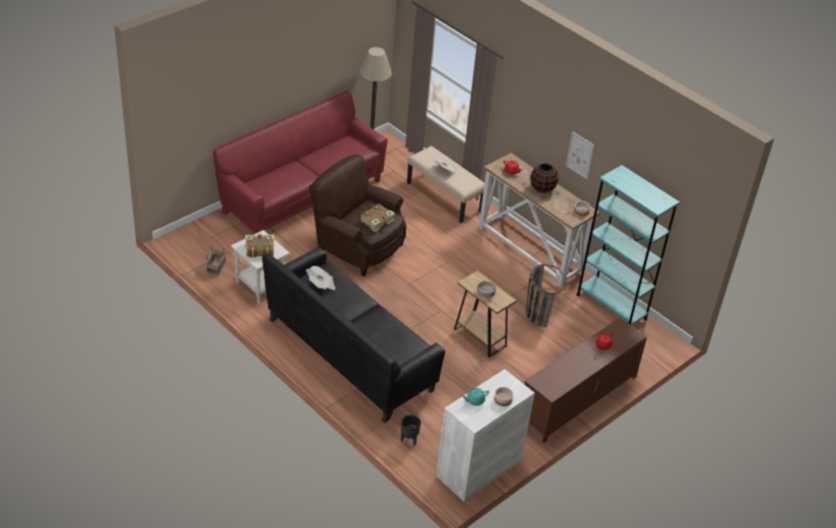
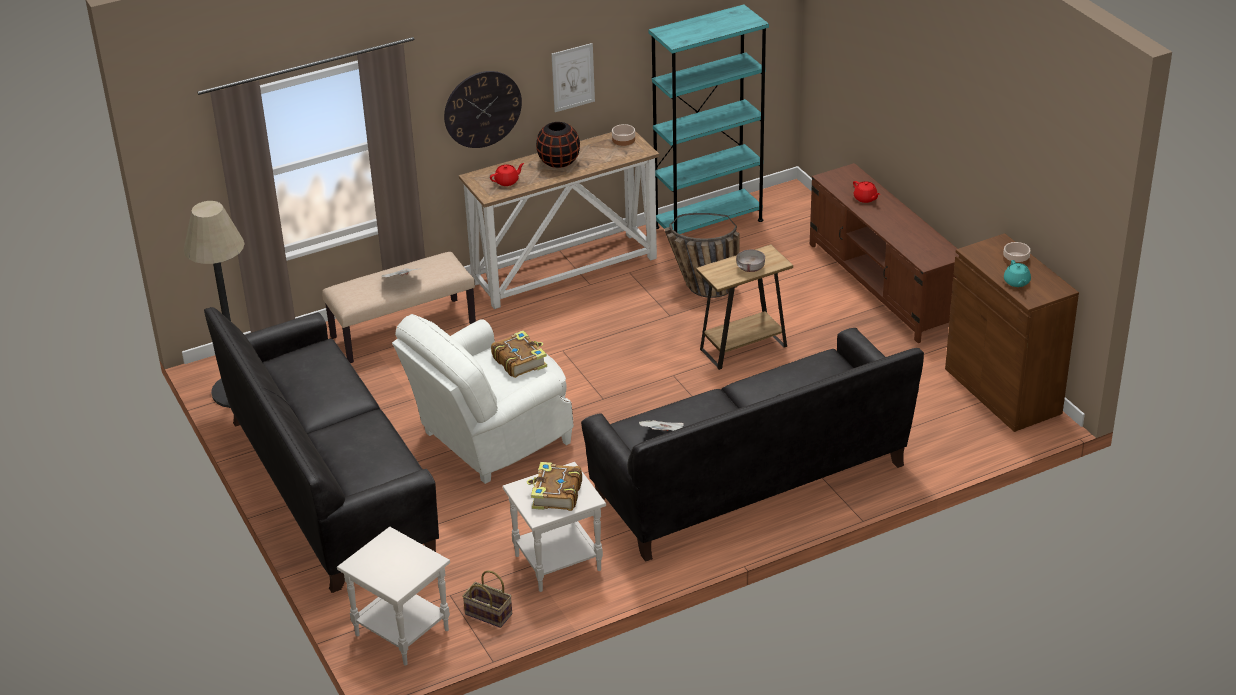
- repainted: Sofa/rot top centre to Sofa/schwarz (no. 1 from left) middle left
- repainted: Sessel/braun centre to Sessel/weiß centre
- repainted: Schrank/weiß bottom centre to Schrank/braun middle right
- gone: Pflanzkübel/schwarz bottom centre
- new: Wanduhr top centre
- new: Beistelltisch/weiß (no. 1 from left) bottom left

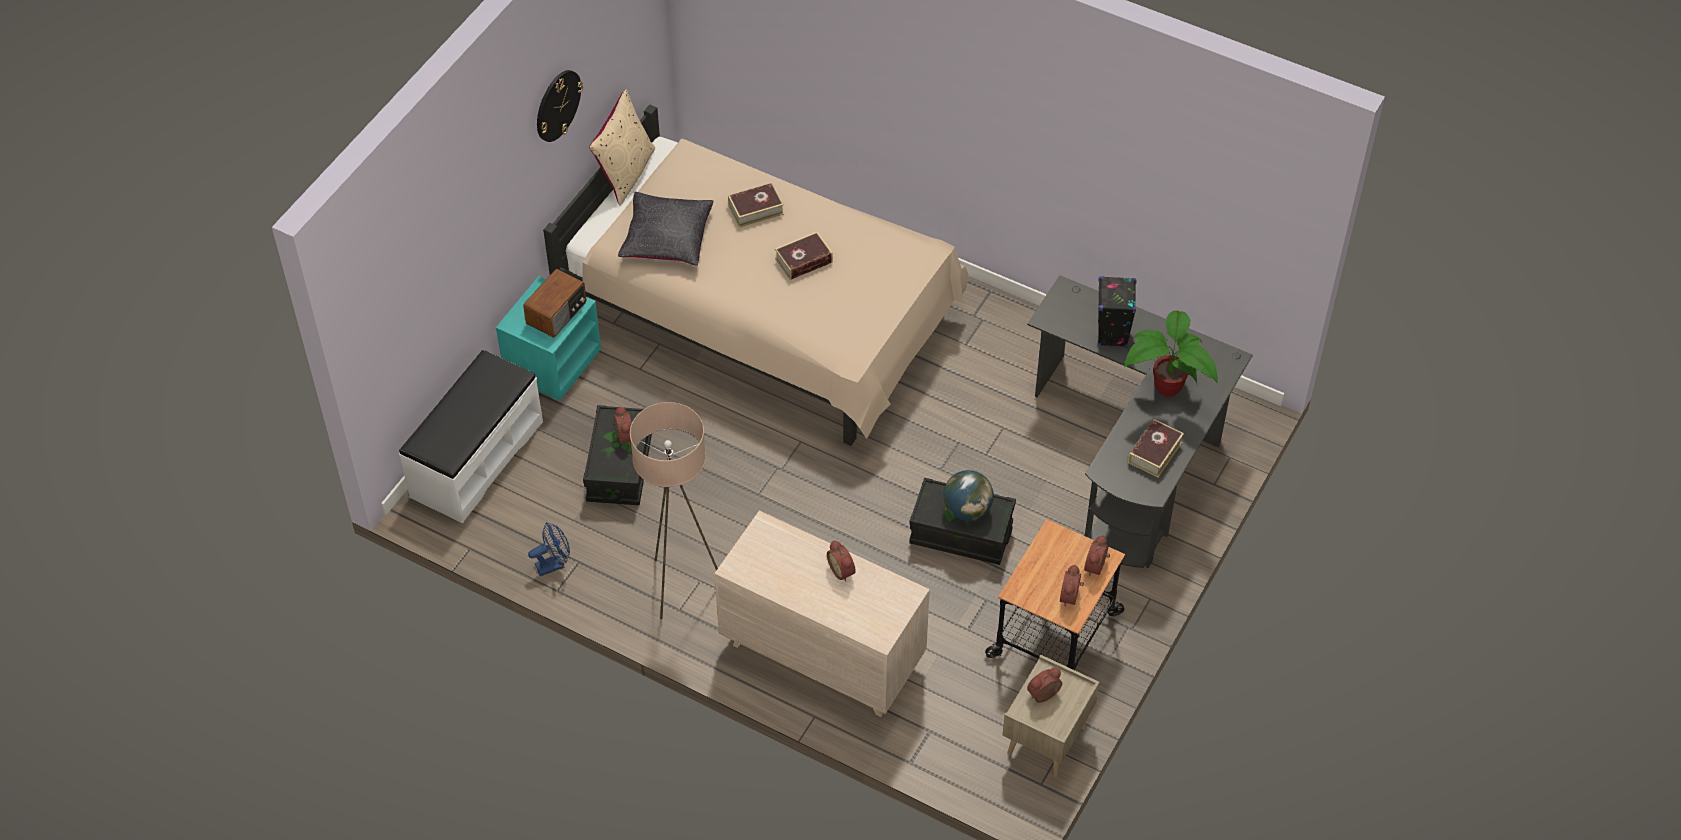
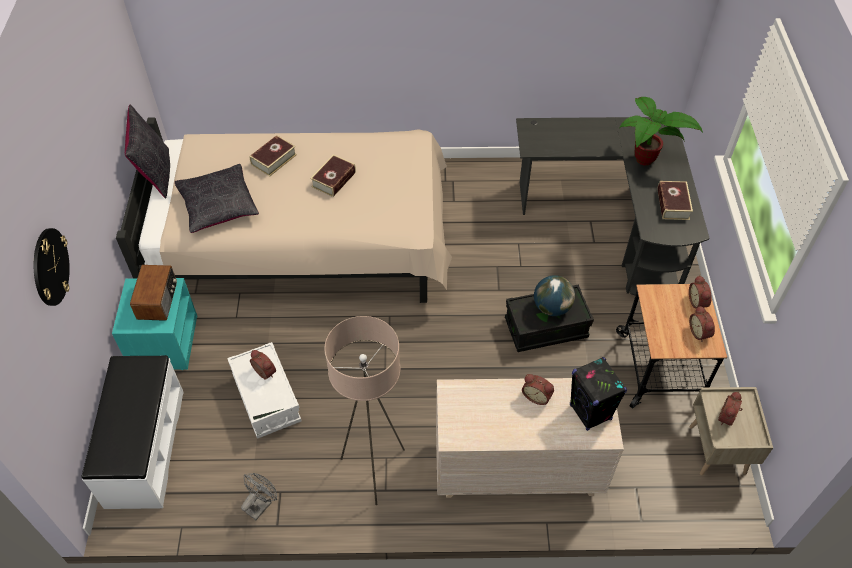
- shifted: Wanduhr top left to middle left
- repainted: Kissen/beige top centre to Kissen/schwarz (no. 1 from left) top left
- shifted: Lautsprecher/schwarz centre to bottom right
- repainted: Aufbewahrungsbox/schwarz (no. 1 from left) centre to Aufbewahrungsbox/weiß bottom left
- repainted: Ventilator/blau middle left to Ventilator/grau bottom left

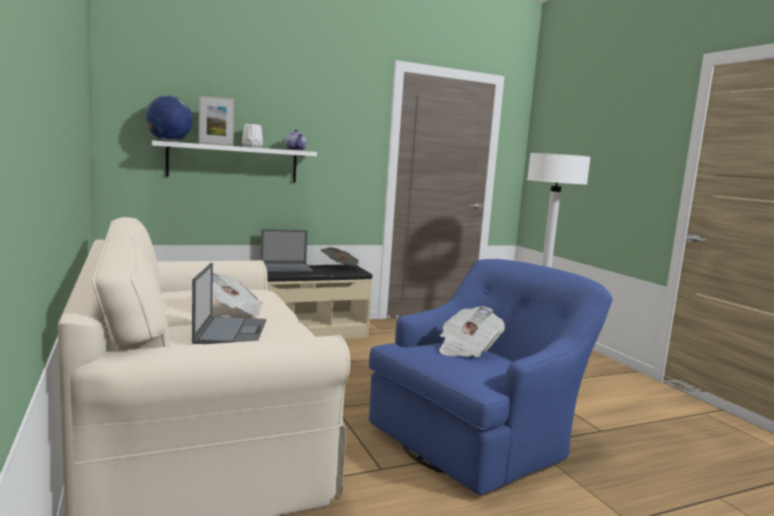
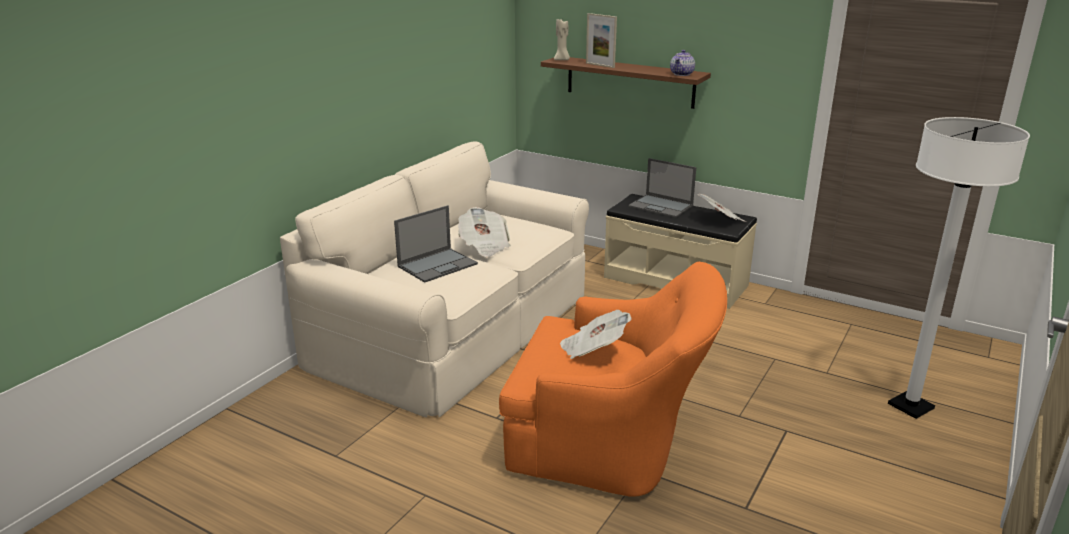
- swapped: Globus top left to Kerze/beige top centre
- gone: Vase/weiß top left
- repainted: Wandregal/weiß top left to Wandregal/braun top centre
- repainted: Sessel/blau bottom centre to Sessel/orange bottom centre

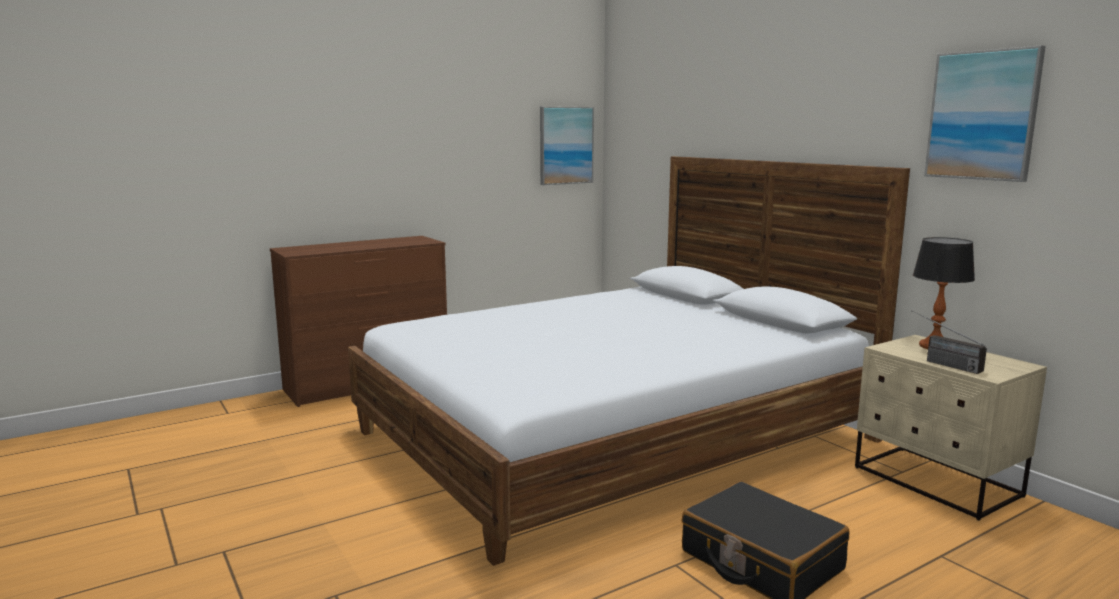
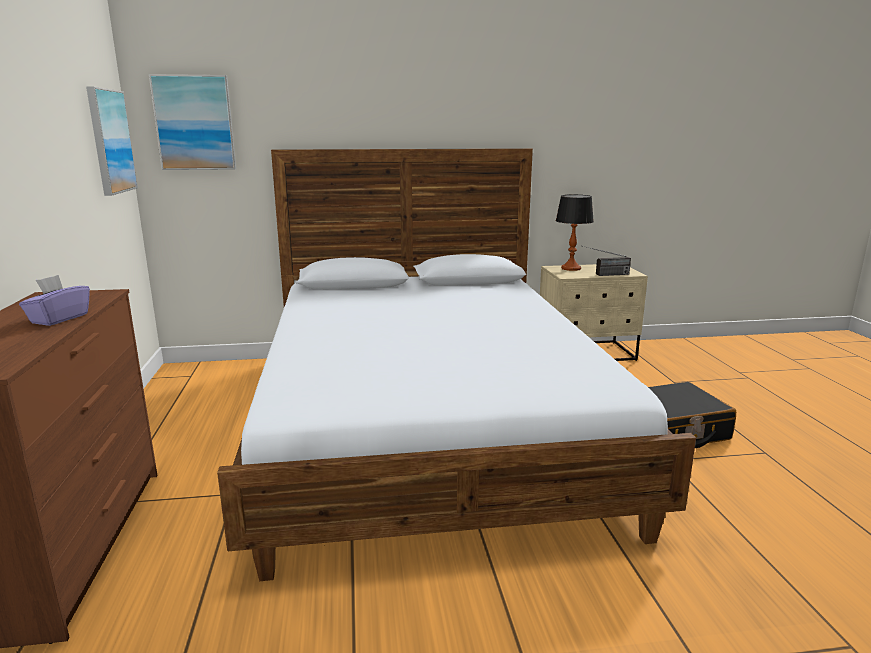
- shifted: Bild (no. 2 from left) top right to top left
- new: Taschentuchbox/lila middle left

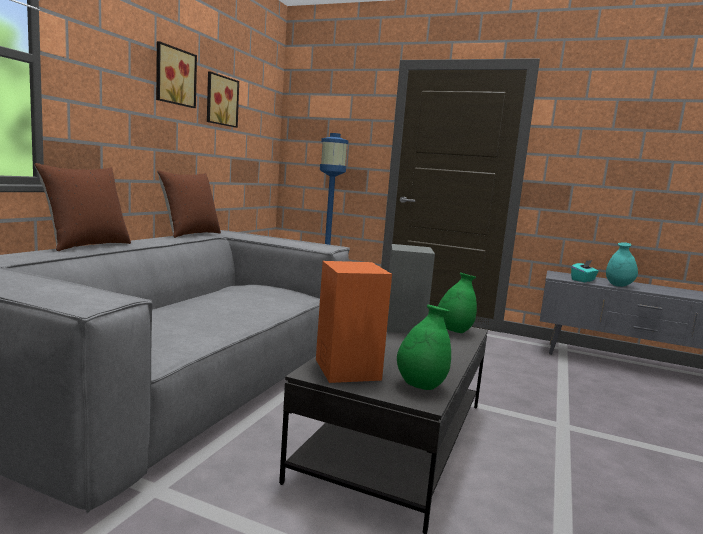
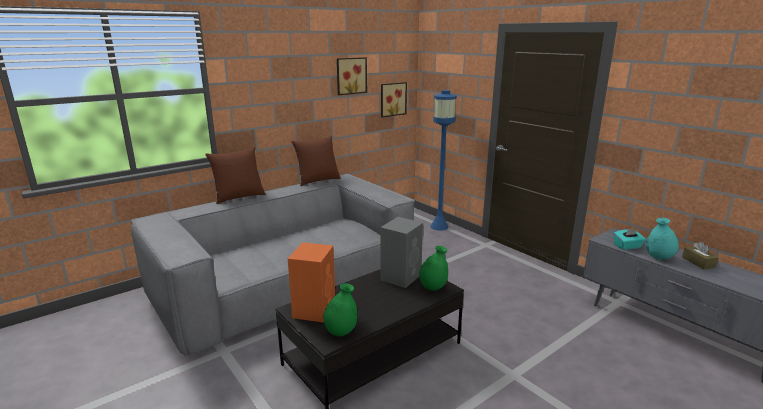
- shifted: Bild (no. 1 from left in the first image) top left to Bild (no. 2 from left) top centre
- new: Taschentuchbox/braun middle right

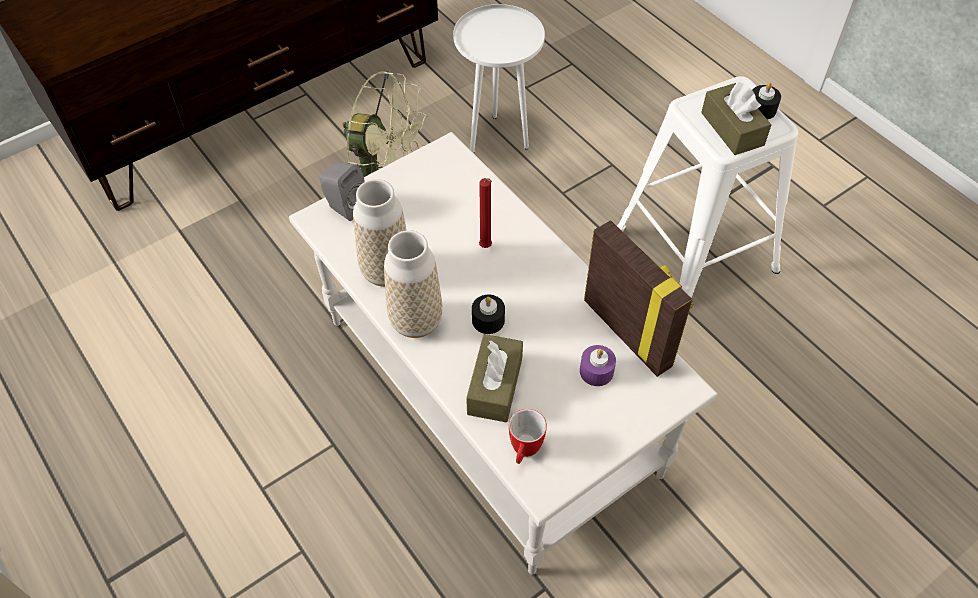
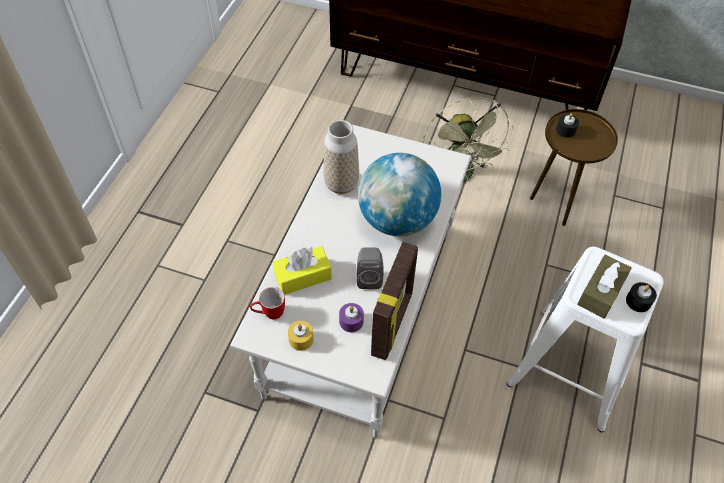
- repainted: Beistelltisch/weiß top centre to Beistelltisch/braun middle right
- shifted: Lautsprecher/grau top centre to centre
- swapped: Kerze/rot centre to Globus centre
- gone: Vase (no. 2 from left) centre
- shifted: Kerze/schwarz (no. 1 from left) centre to top right
- repainted: Taschentuchbox/braun (no. 1 from left) centre to Taschentuchbox/gelb centre
- new: Kerze/gelb bottom centre

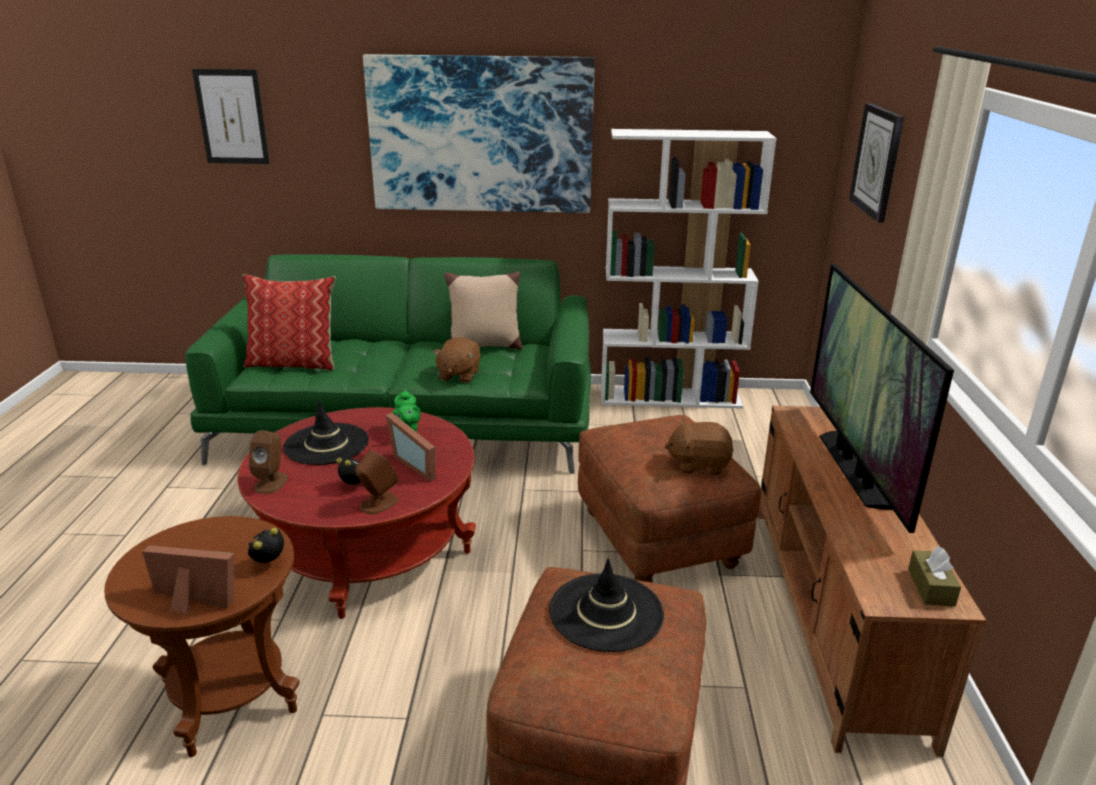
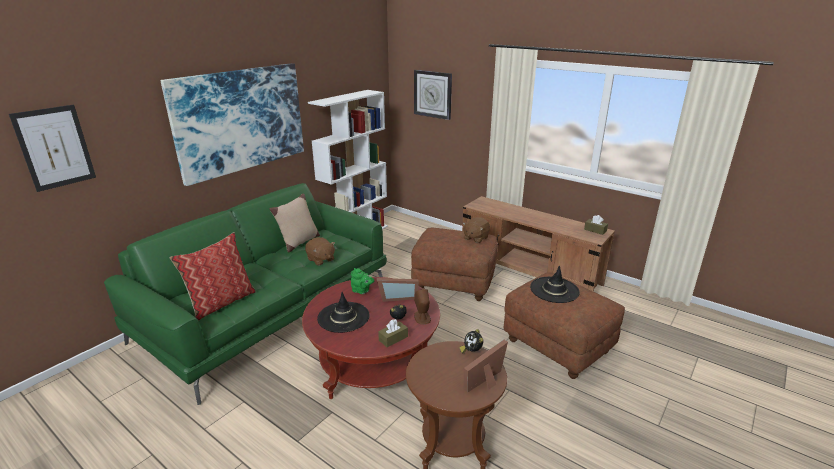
- gone: Fernseher middle right
- gone: Lautsprecher/braun (no. 1 from left) middle left
- new: Taschentuchbox/braun (no. 1 from left) bottom centre

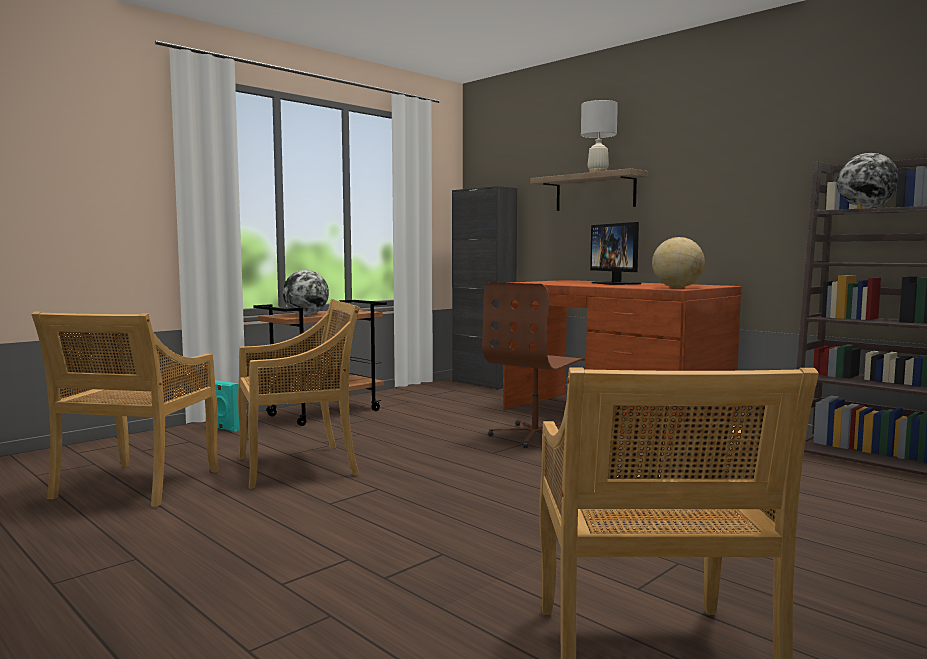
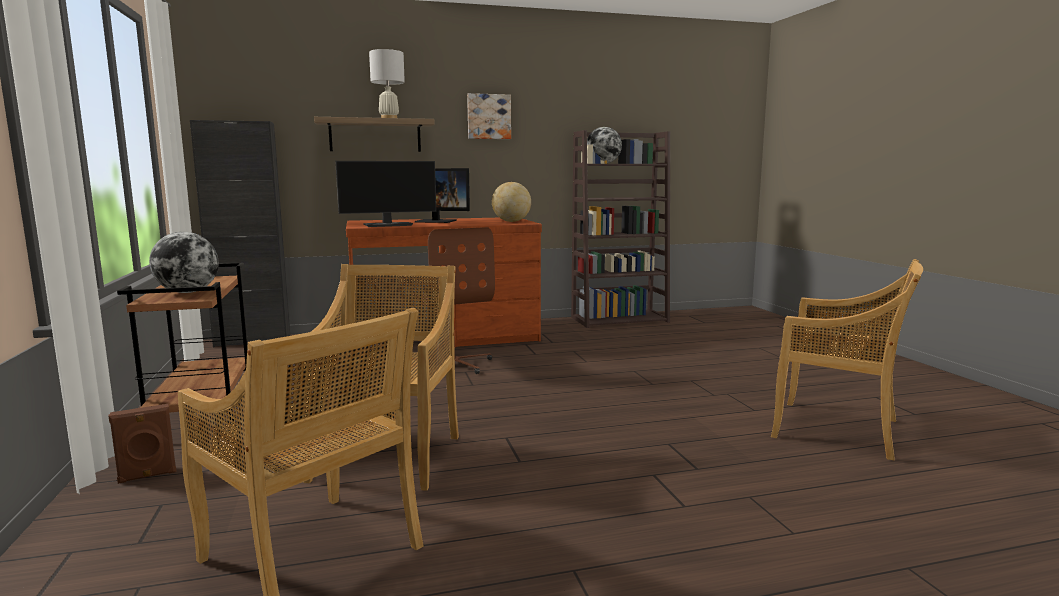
- repainted: Lautsprecher/türkis middle left to Lautsprecher/braun bottom left
- new: Bild top centre
- new: Monitor (no. 1 from left) top centre

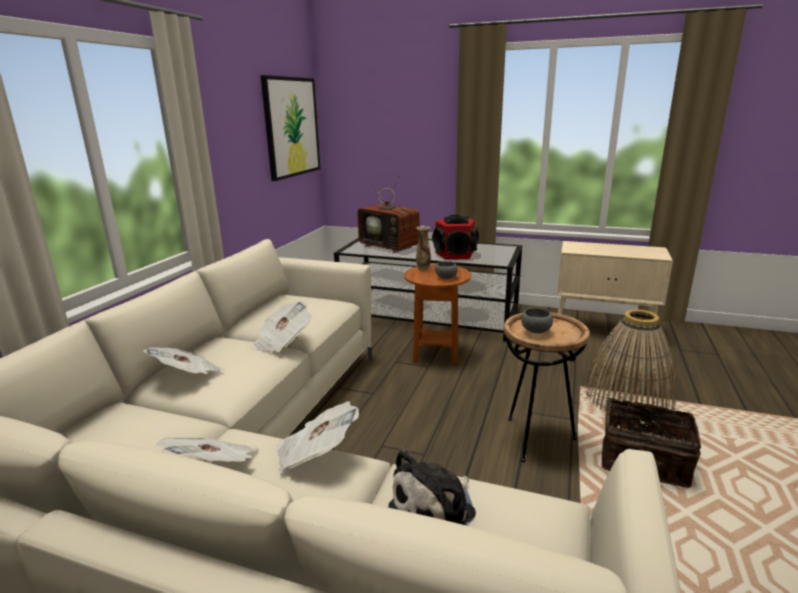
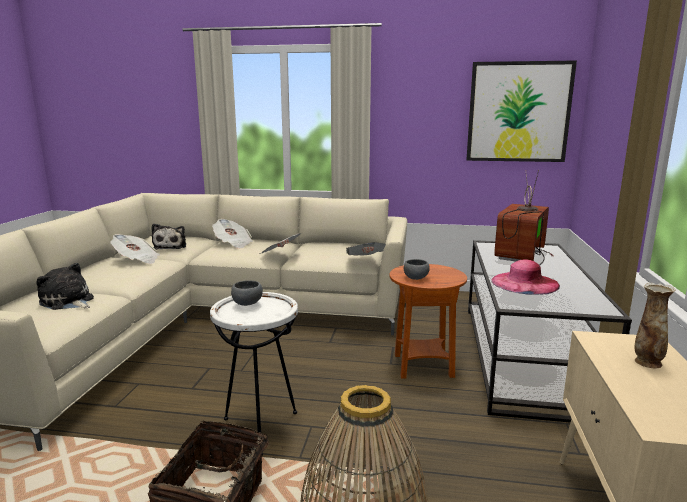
- swapped: Lautsprecher centre to Hut/rosa middle right
- shifted: Vase centre to middle right
- repainted: Beistelltisch/braun (no. 2 from left) middle right to Beistelltisch/weiß bottom centre
- shifted: Zeitung (no. 4 from left) bottom centre to centre
- new: Plüschtier (no. 2 from left) middle left

